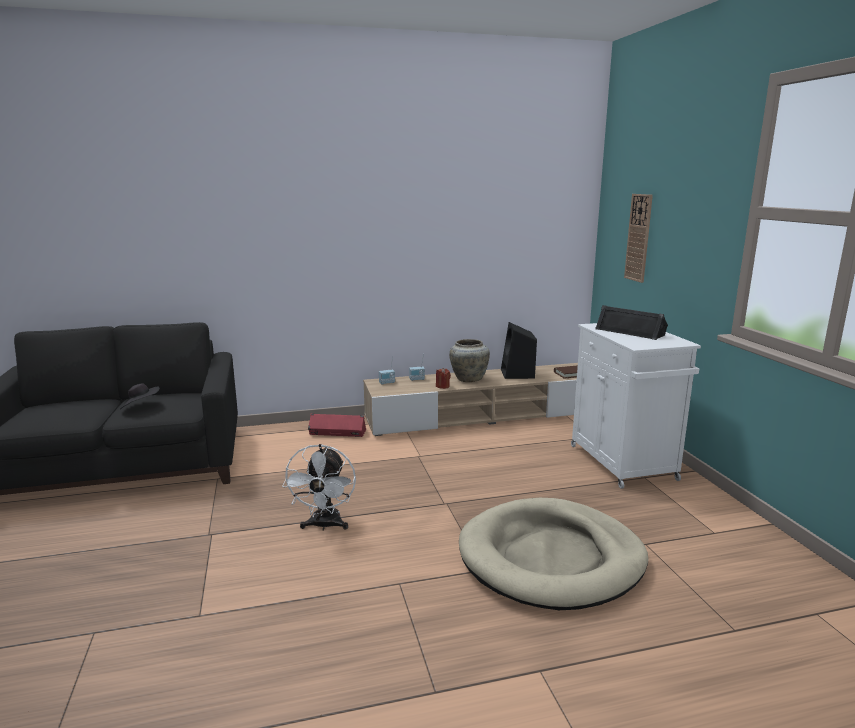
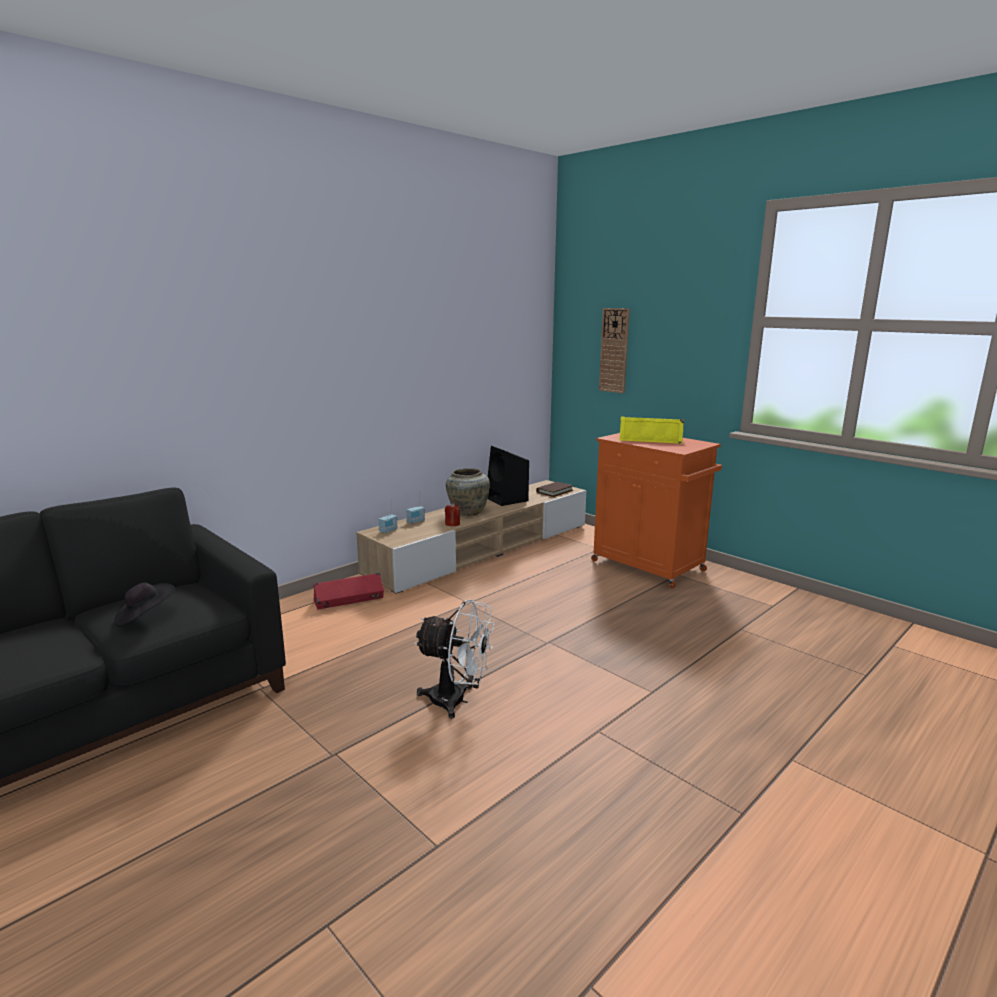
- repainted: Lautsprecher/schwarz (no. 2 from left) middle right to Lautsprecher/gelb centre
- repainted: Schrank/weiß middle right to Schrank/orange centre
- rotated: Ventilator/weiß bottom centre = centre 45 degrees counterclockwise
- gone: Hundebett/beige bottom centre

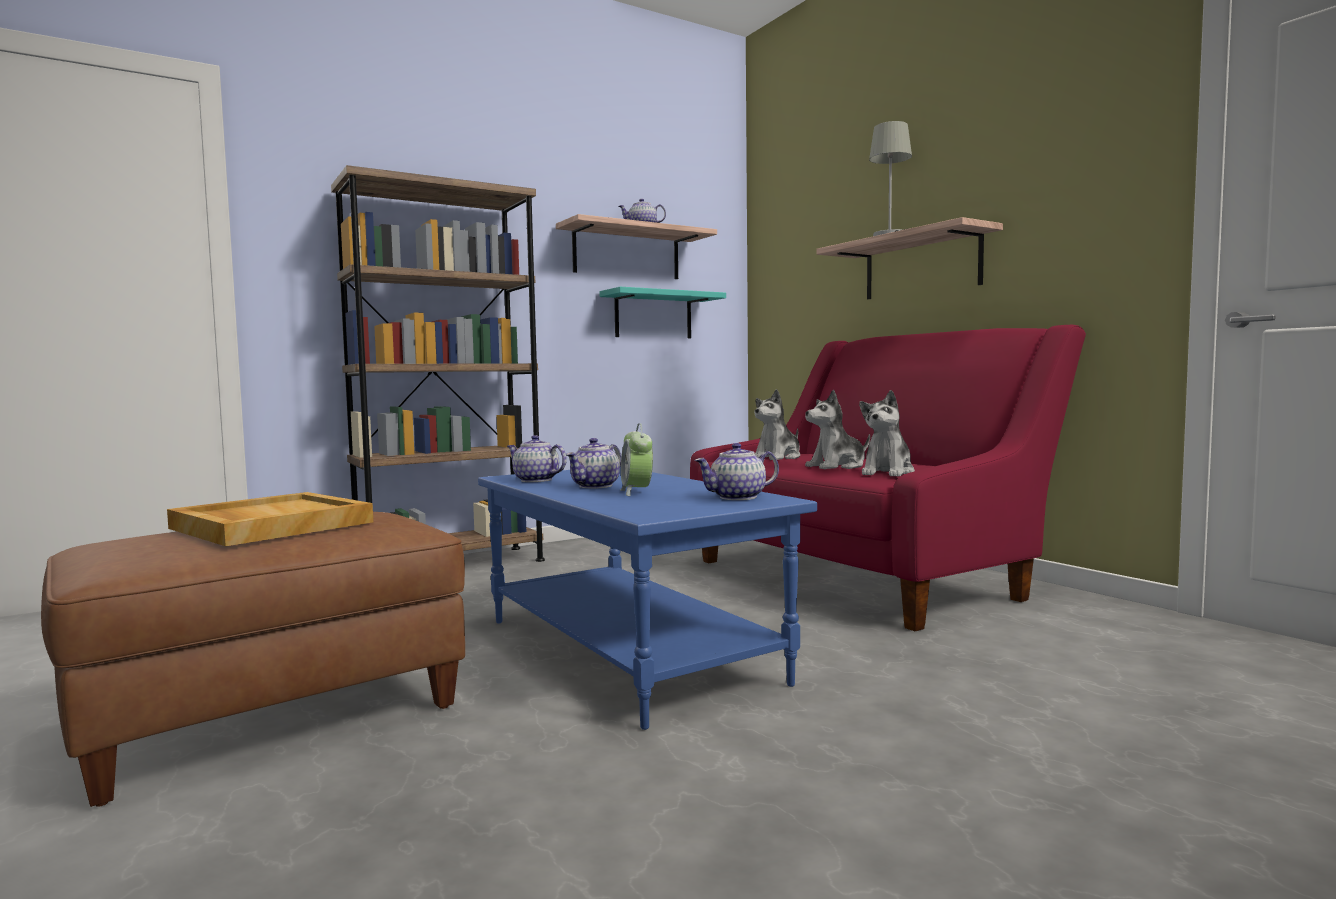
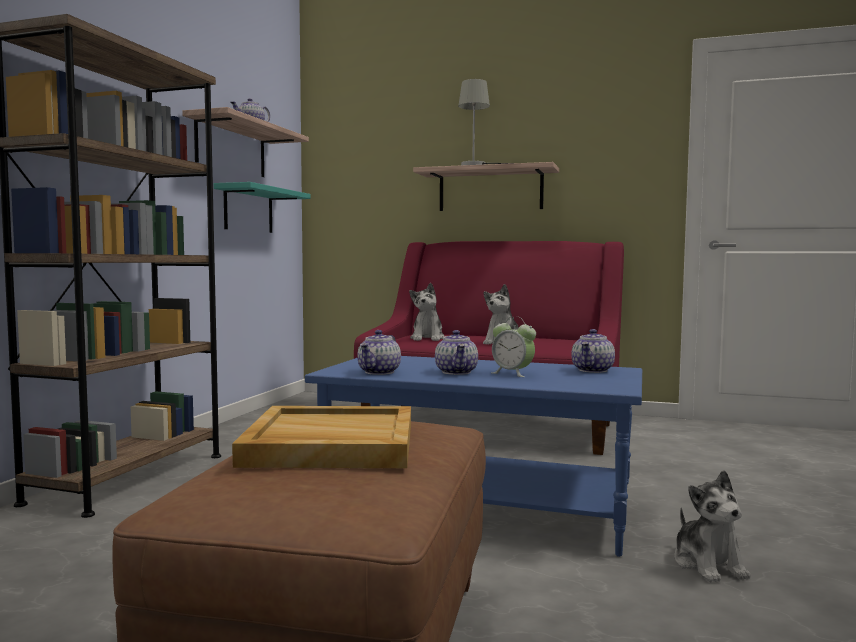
- shifted: Plüschtier (no. 3 from left) centre to bottom right
- rotated: Teekanne (no. 1 from left in the first image) centre = centre 60 degrees counterclockwise

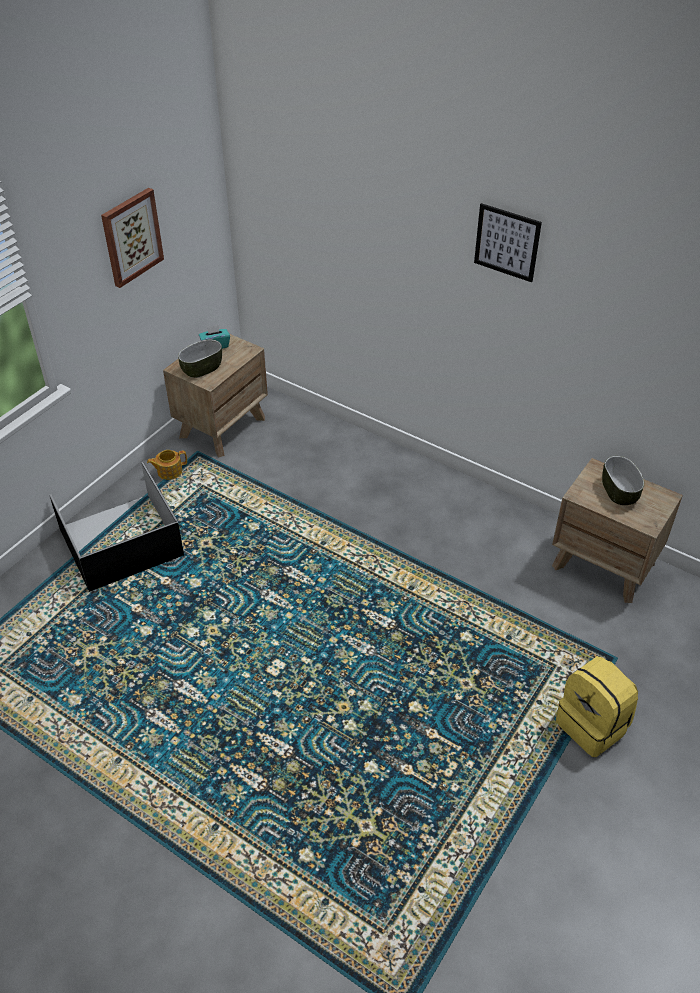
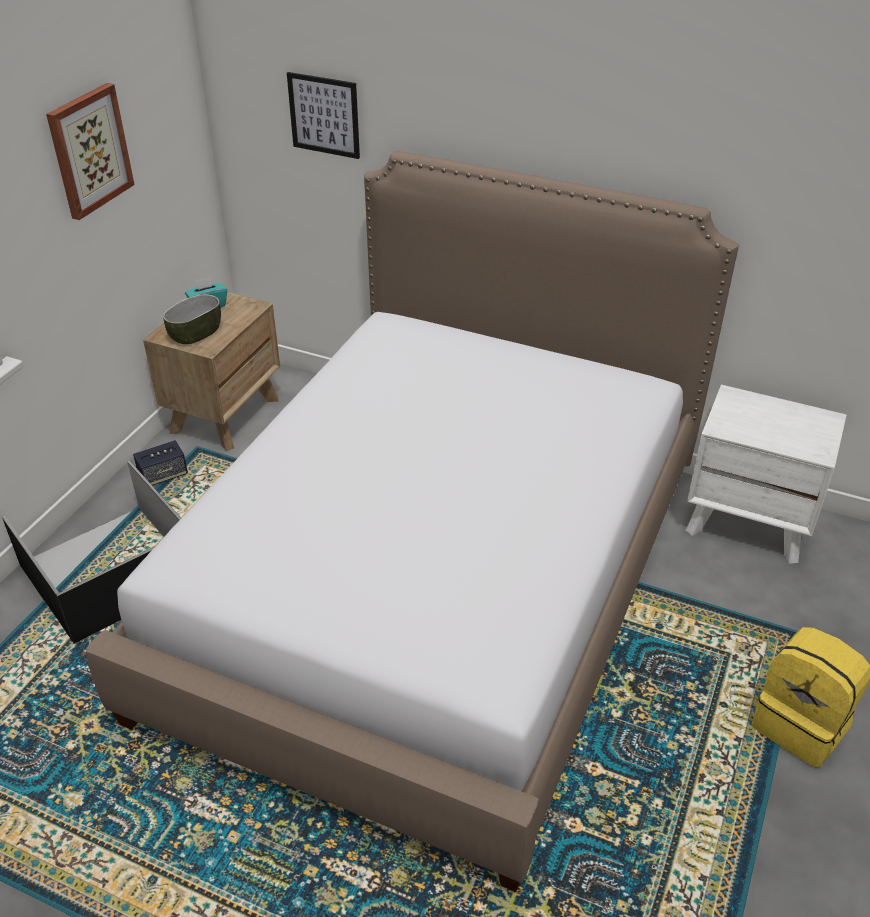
- shifted: Bild (no. 2 from left) top right to top centre
- swapped: Teekanne middle left to Lautsprecher middle left
- gone: Schüssel (no. 2 from left) middle right
- repainted: Nachttisch/braun (no. 2 from left) middle right to Nachttisch/weiß middle right
- new: Bett centre

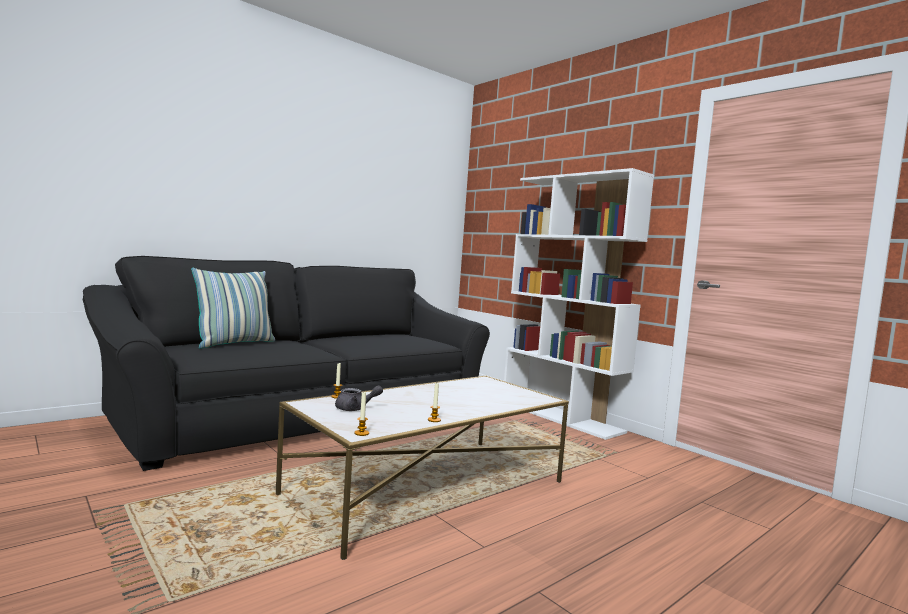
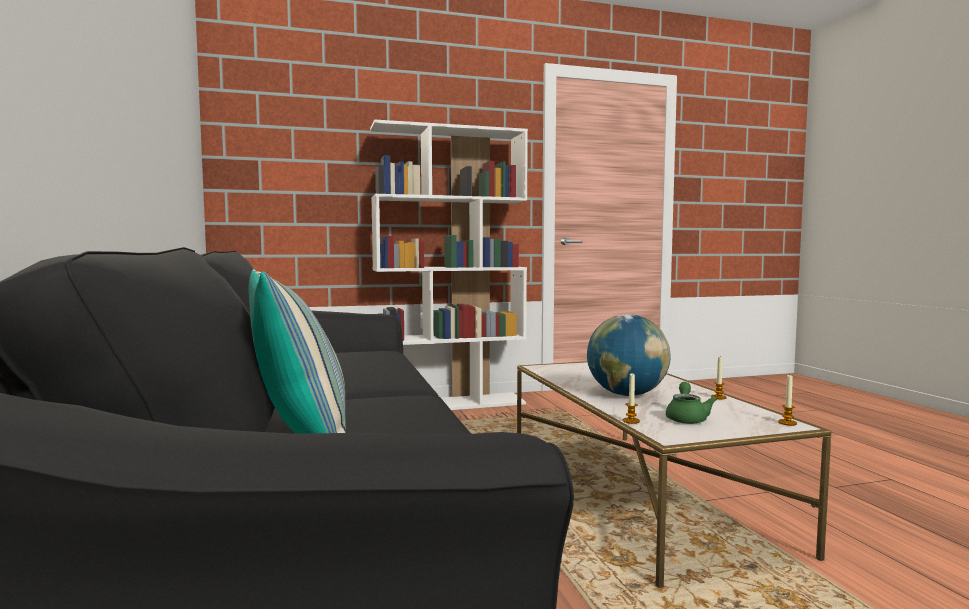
- repainted: Teekanne/grau centre to Teekanne/grün middle right
- new: Globus centre

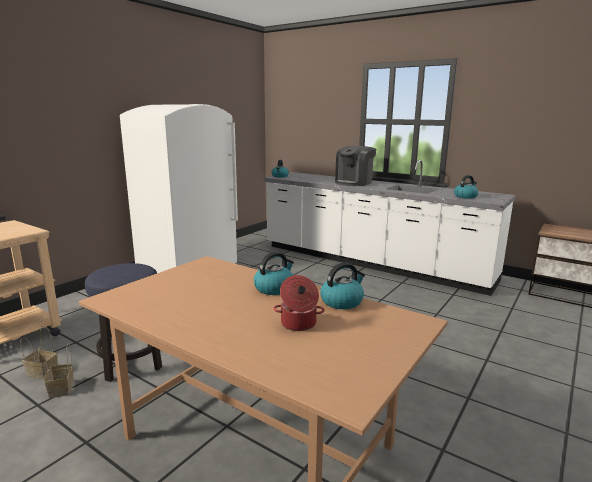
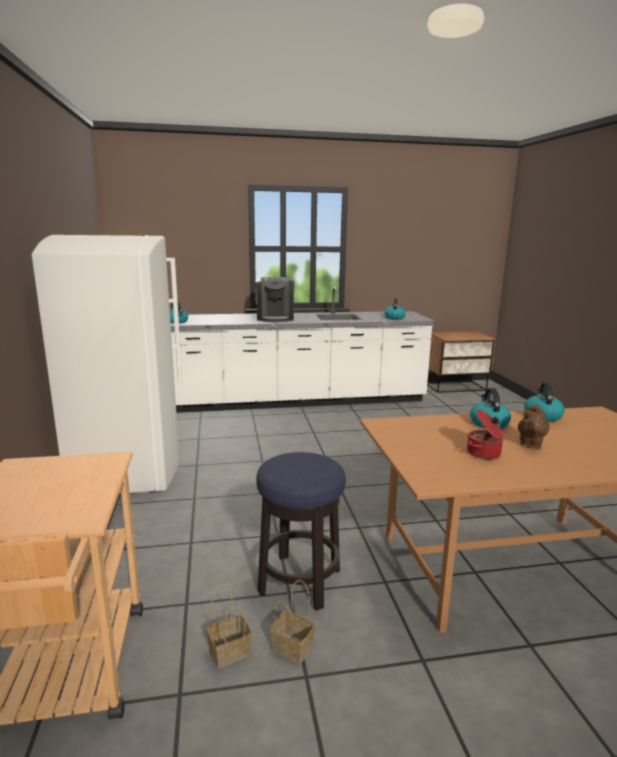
- shifted: Kochtopf centre to middle right
- new: Teekanne/braun middle right

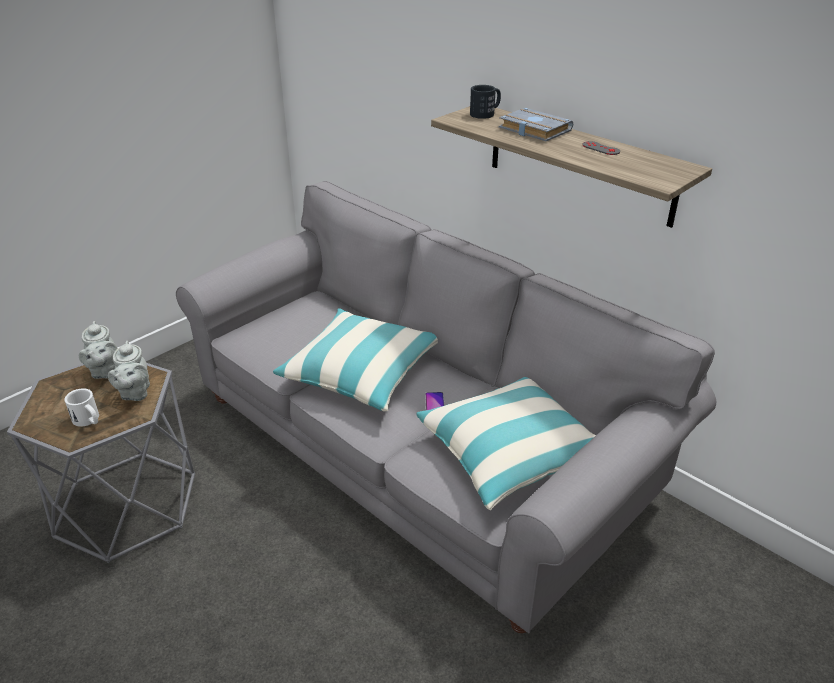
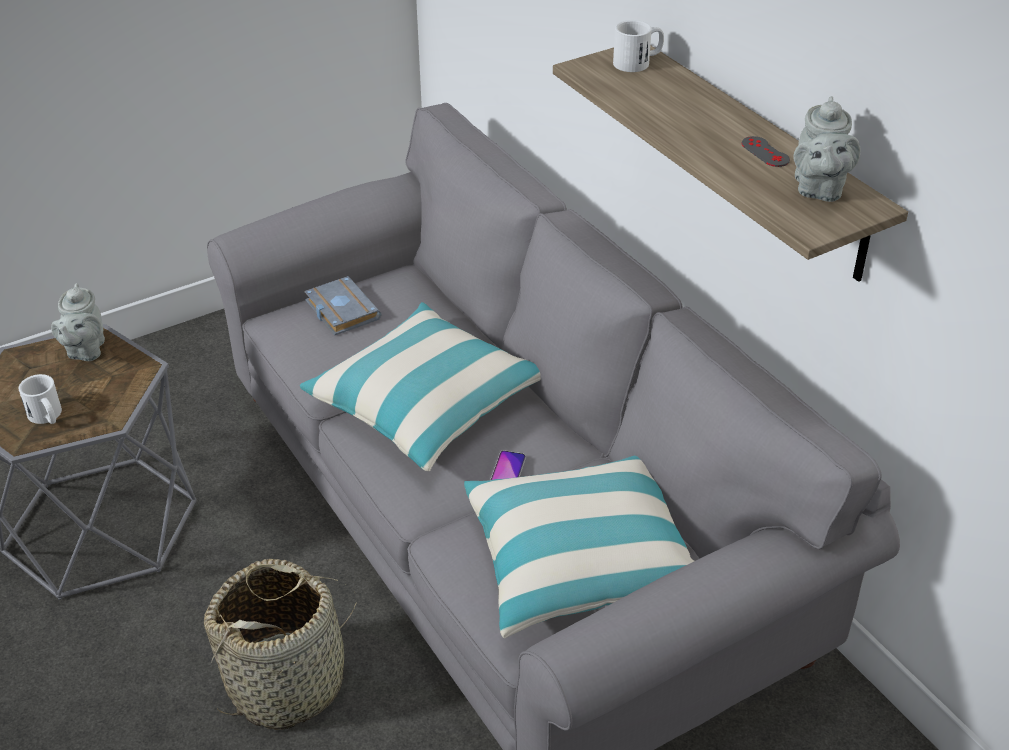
- repainted: Henkelbecher/schwarz top centre to Henkelbecher/weiß (no. 2 from left) top centre
- shifted: Buch/grau top centre to centre
- shifted: Teekanne/grau (no. 2 from left) middle left to top right
- new: Korb bottom left

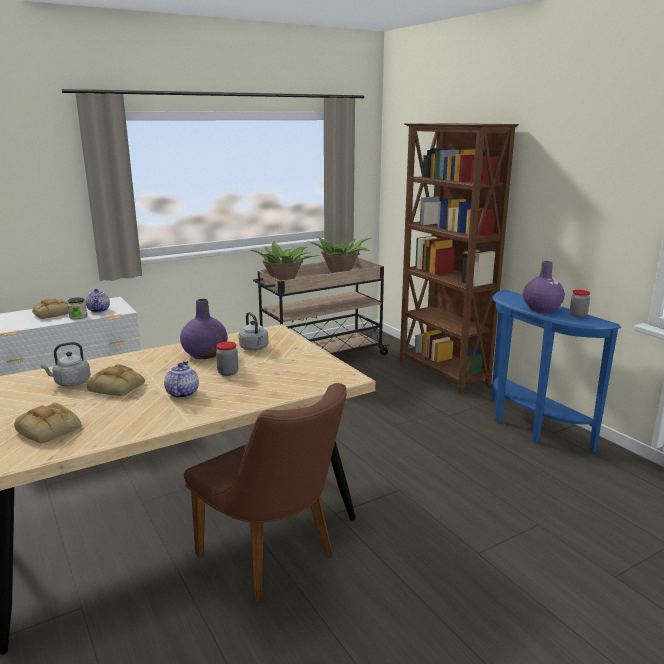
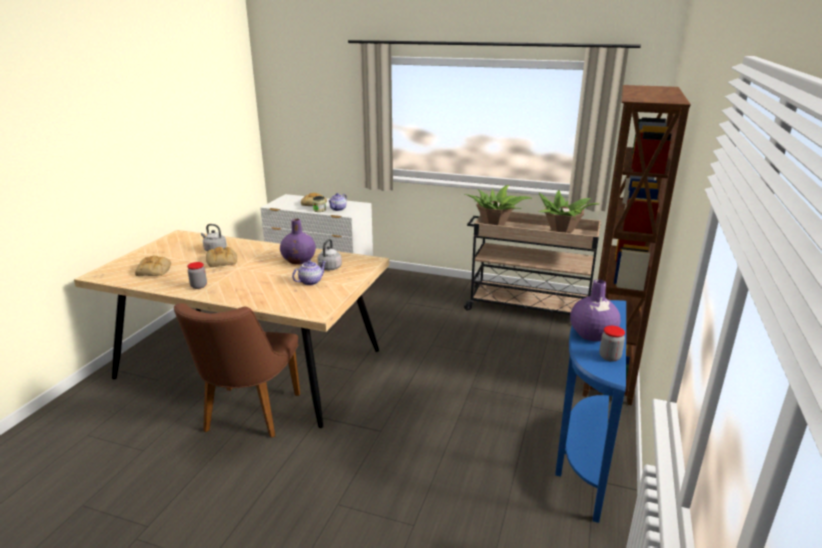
- shifted: Vorratsglas (no. 2 from left in the first image) centre to Vorratsglas (no. 1 from left) middle left
- shifted: Teekanne (no. 2 from left in the first image) middle left to Teekanne (no. 1 from left) centre

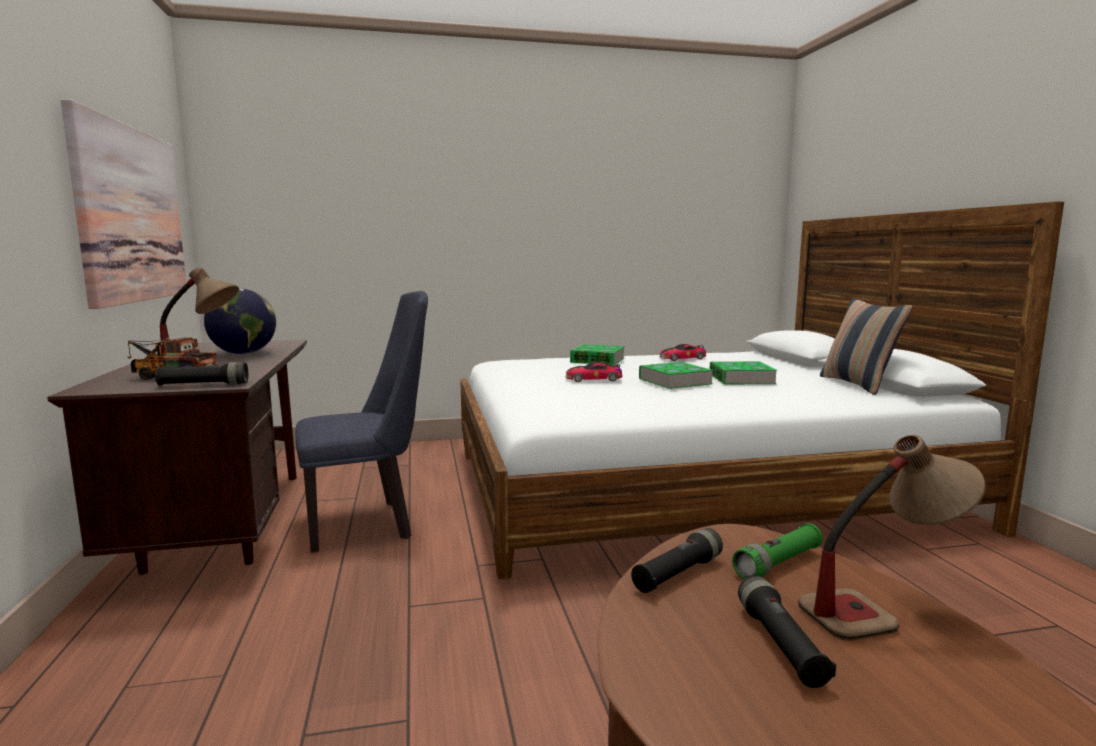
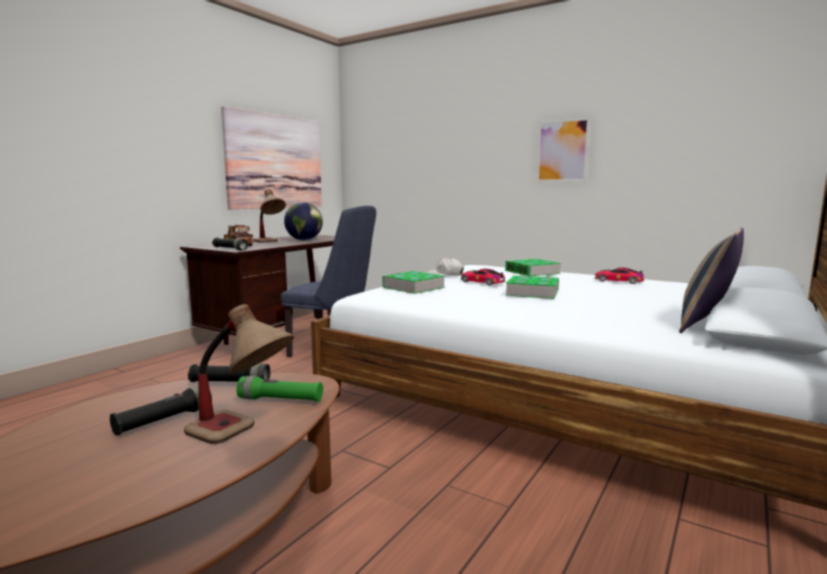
- shifted: Buch (no. 3 from left in the first image) middle right to Buch (no. 1 from left) centre
- new: Bild (no. 2 from left) top right
- new: Kappe/weiß centre

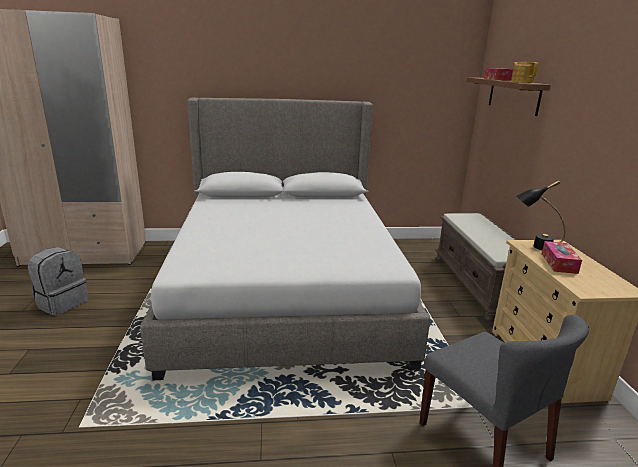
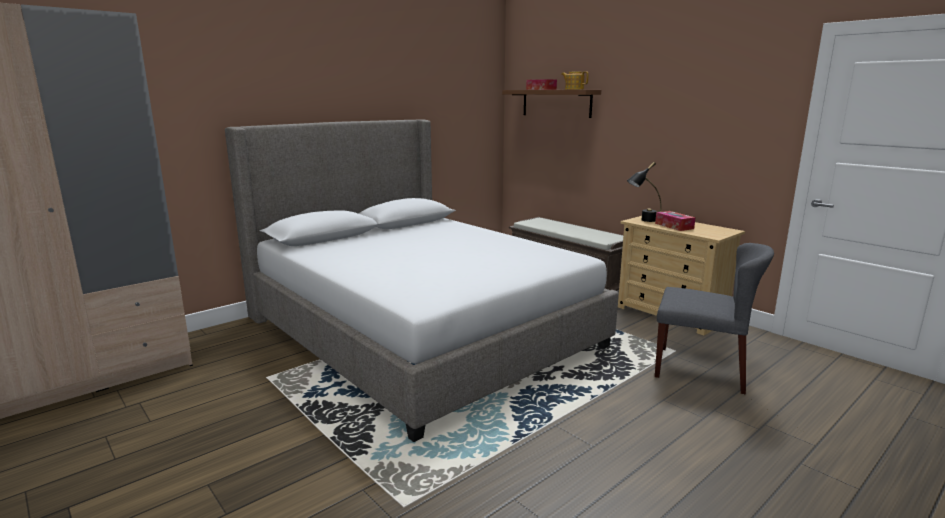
- gone: Rucksack/grau middle left

